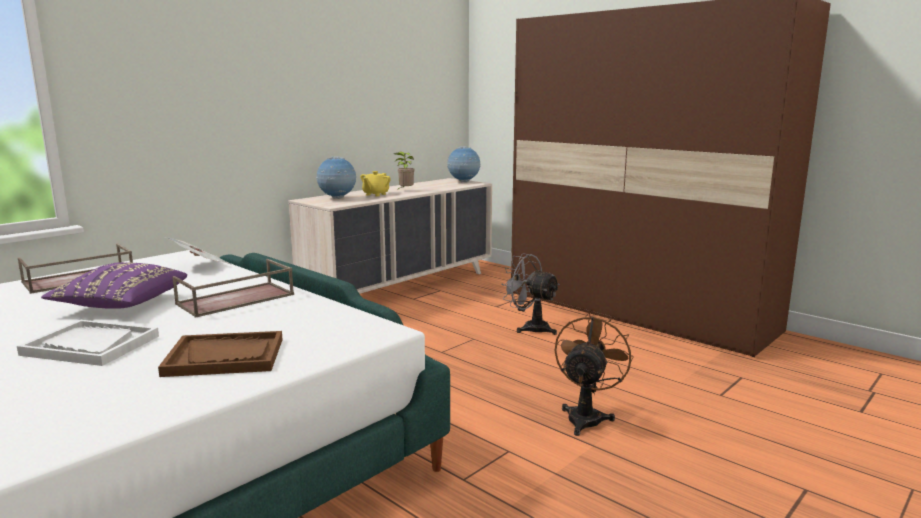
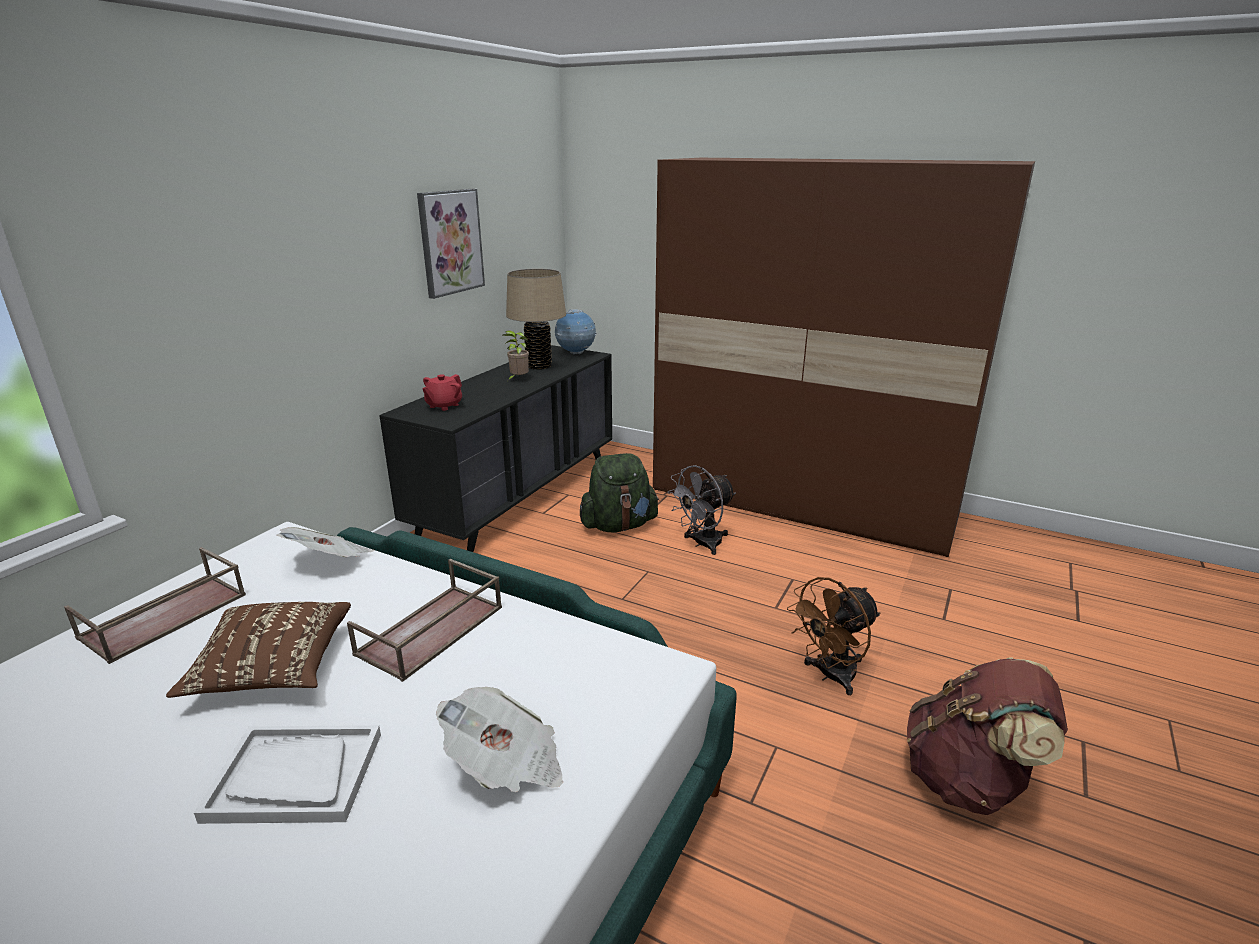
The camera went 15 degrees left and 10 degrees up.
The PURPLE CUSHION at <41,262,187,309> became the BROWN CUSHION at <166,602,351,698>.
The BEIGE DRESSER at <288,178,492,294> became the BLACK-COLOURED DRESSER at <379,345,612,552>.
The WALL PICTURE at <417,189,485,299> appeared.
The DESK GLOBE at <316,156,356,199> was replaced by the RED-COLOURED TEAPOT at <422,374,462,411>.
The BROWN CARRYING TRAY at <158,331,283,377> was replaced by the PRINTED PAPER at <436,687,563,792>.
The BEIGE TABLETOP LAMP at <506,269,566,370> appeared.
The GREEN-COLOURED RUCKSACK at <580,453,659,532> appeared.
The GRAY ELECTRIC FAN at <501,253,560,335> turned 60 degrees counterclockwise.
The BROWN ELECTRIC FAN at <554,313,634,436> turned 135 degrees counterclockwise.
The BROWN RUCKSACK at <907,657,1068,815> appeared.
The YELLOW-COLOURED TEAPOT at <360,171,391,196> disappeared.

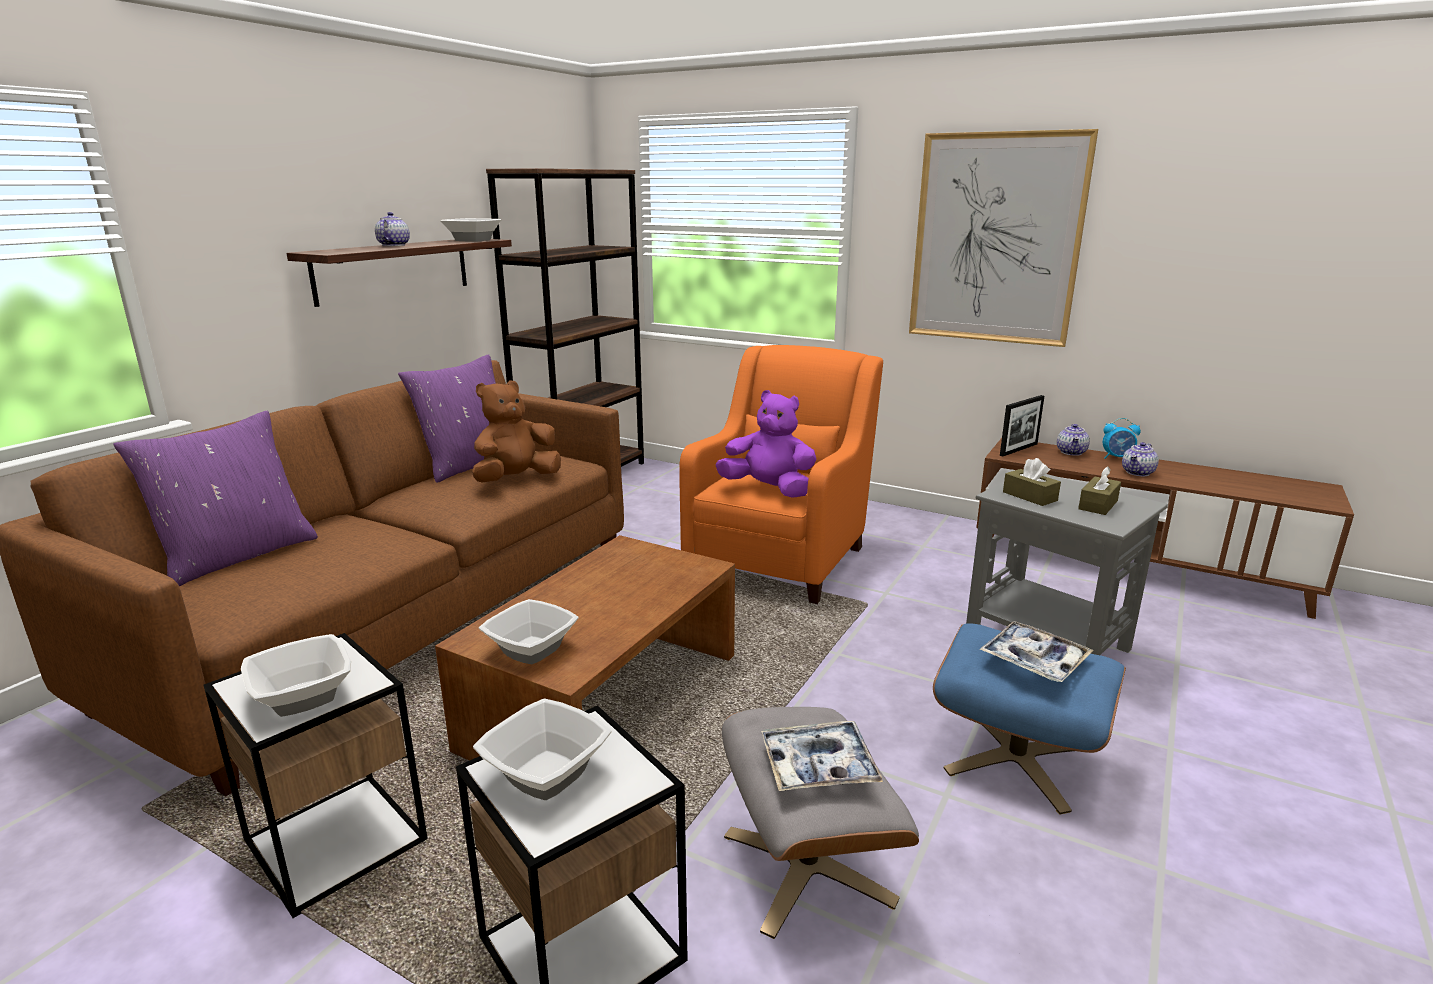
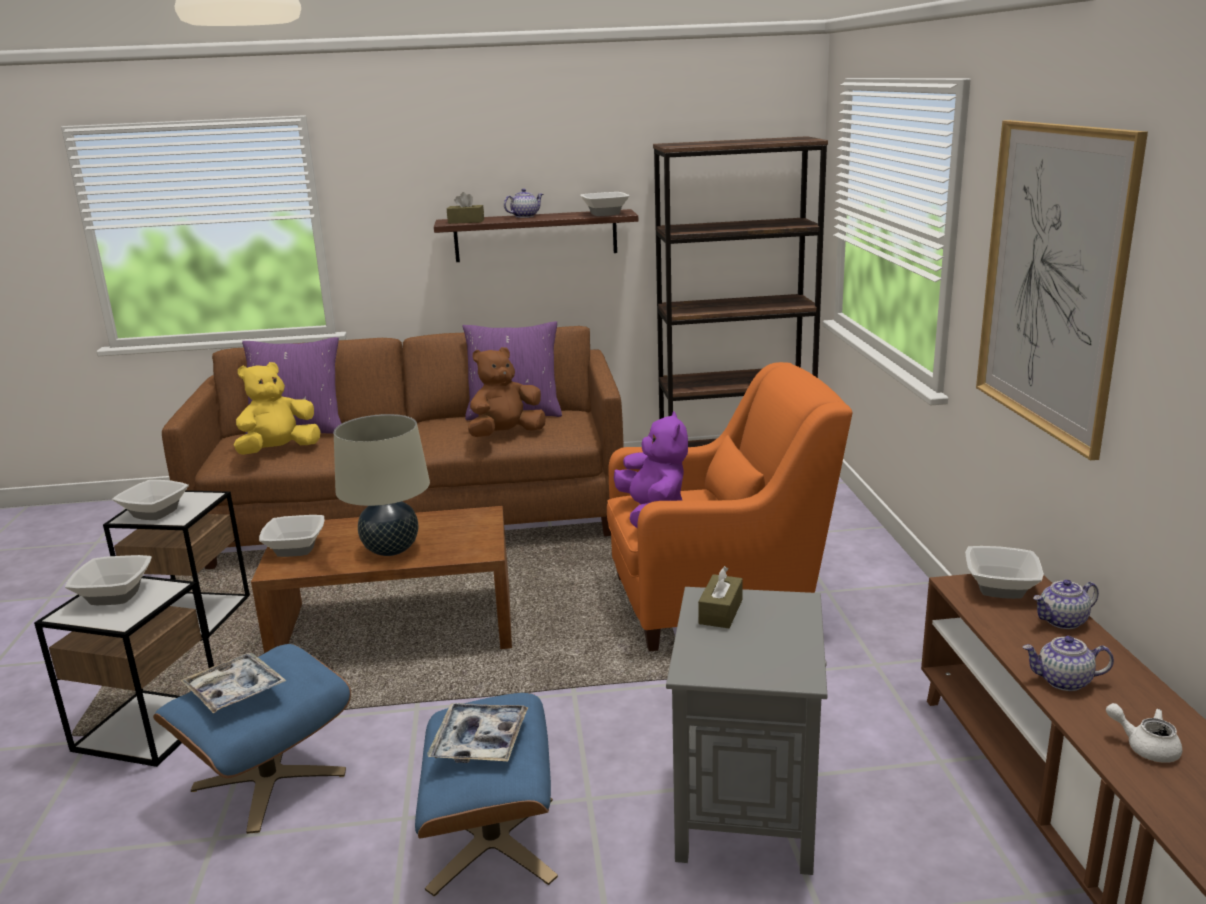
The camera went 55 degrees right and 0 degrees up.
The GRAY FOOTREST at <722,707,919,939> became the BLUISH FOOTREST at <153,644,351,834>.
The YELLOW-COLOURED SOFT TOY at <234,362,321,455> appeared.
The BEIGE TABLETOP LAMP at <334,414,430,556> appeared.
The BROWN TISSUE HOLDER moved from <1078,466,1121,515> to <447,192,484,224>.
The BROWN SOFT TOY at <472,380,561,482> turned 45 degrees counterclockwise.
The STANDING FRAME at <1000,395,1044,456> was replaced by the BOWL at <965,546,1044,599>.
The WHITISH TEAPOT at <1106,703,1182,763> appeared.
The BEDSIDE CLOCK at <1103,418,1141,459> disappeared.

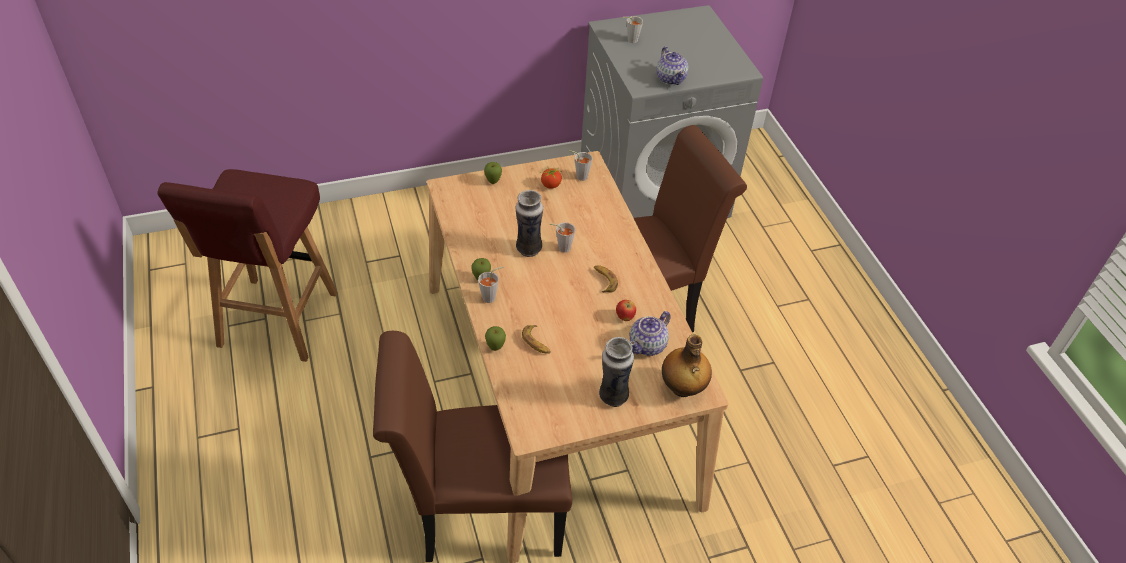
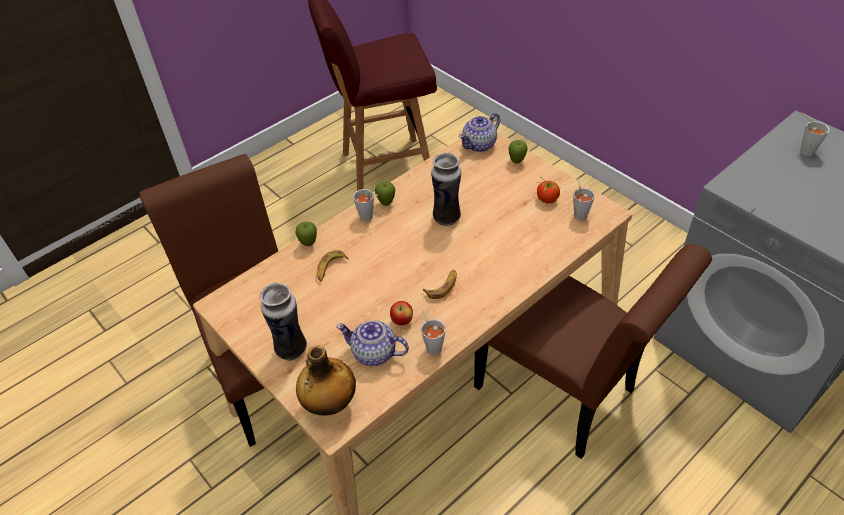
The camera went 70 degrees right and 0 degrees up.
The GRAY DRINKING CUP moved from <550,222,575,253> to <421,308,446,355>.
The TEAPOT moved from <656,47,688,85> to <459,113,500,152>.

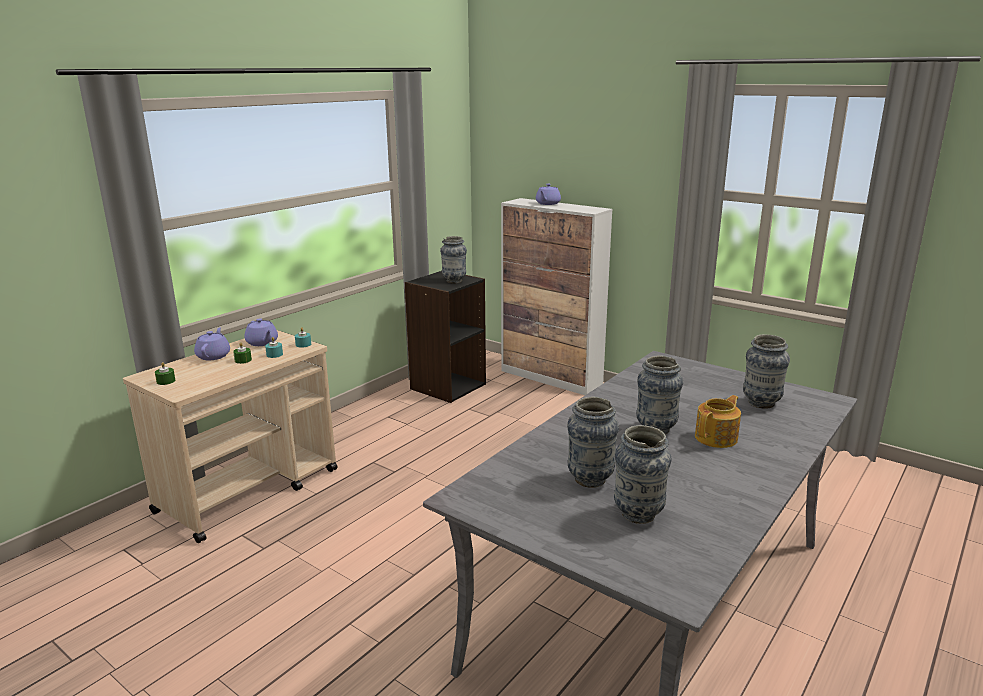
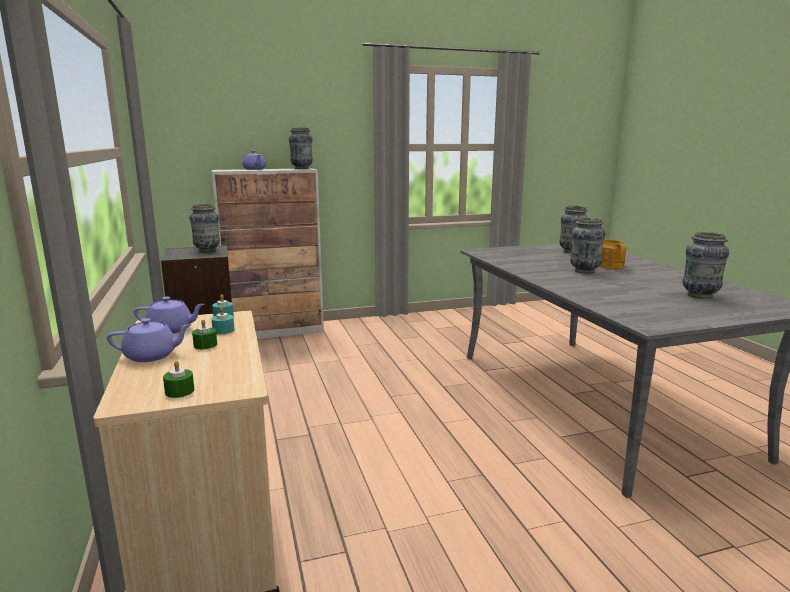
The camera went 55 degrees left and 5 degrees down.
The PURPLE TEAPOT at <194,327,230,360> turned 135 degrees clockwise.
The DECORATIVE VASE moved from <567,397,619,488> to <289,128,313,169>.

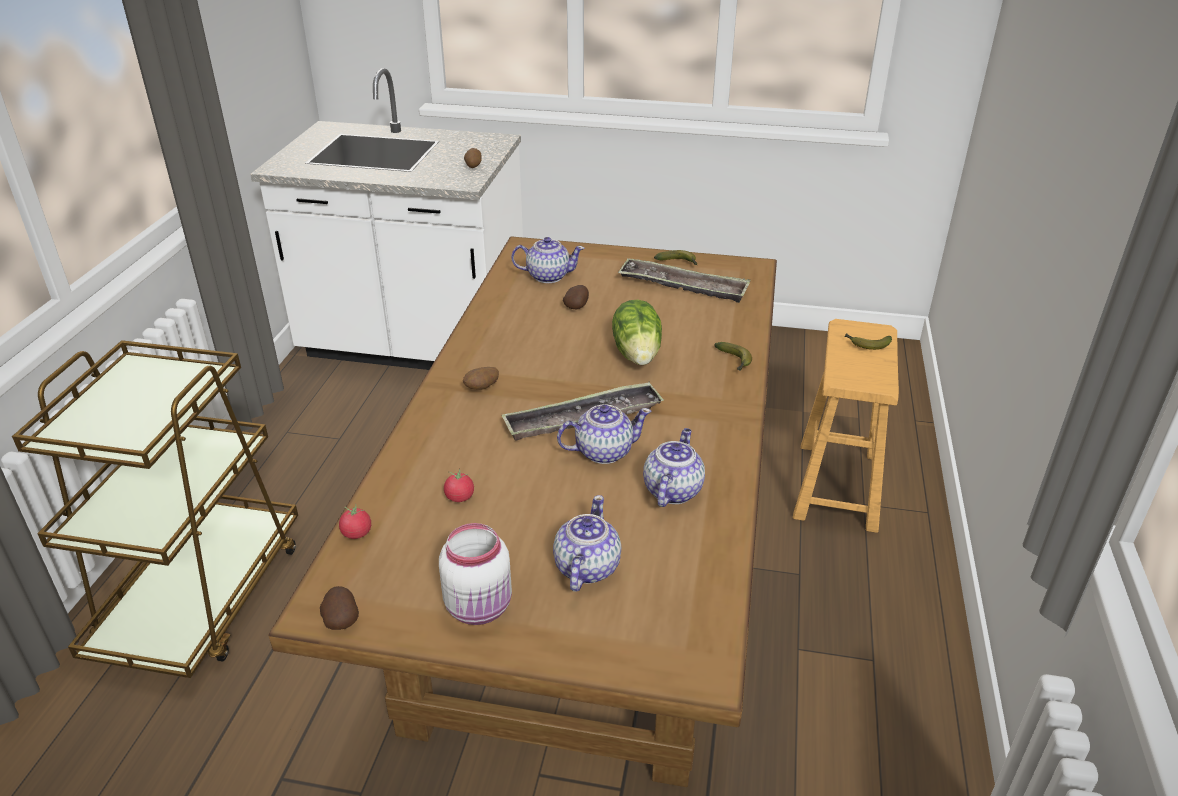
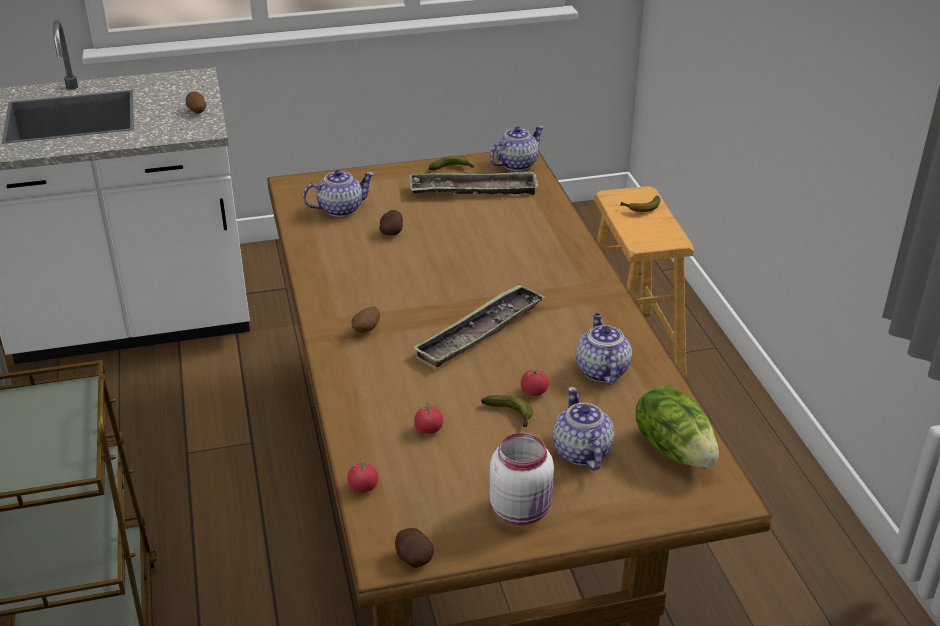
The camera went 25 degrees left and 0 degrees up.
The BANANA moved from <714,342,752,371> to <481,395,533,428>.
The TEAPOT moved from <557,404,651,464> to <490,126,544,171>.
The WHOLE TOMATO at <521,367,548,396> appeared.
The HEAD OF LETTUCE moved from <612,300,662,365> to <635,386,719,468>.

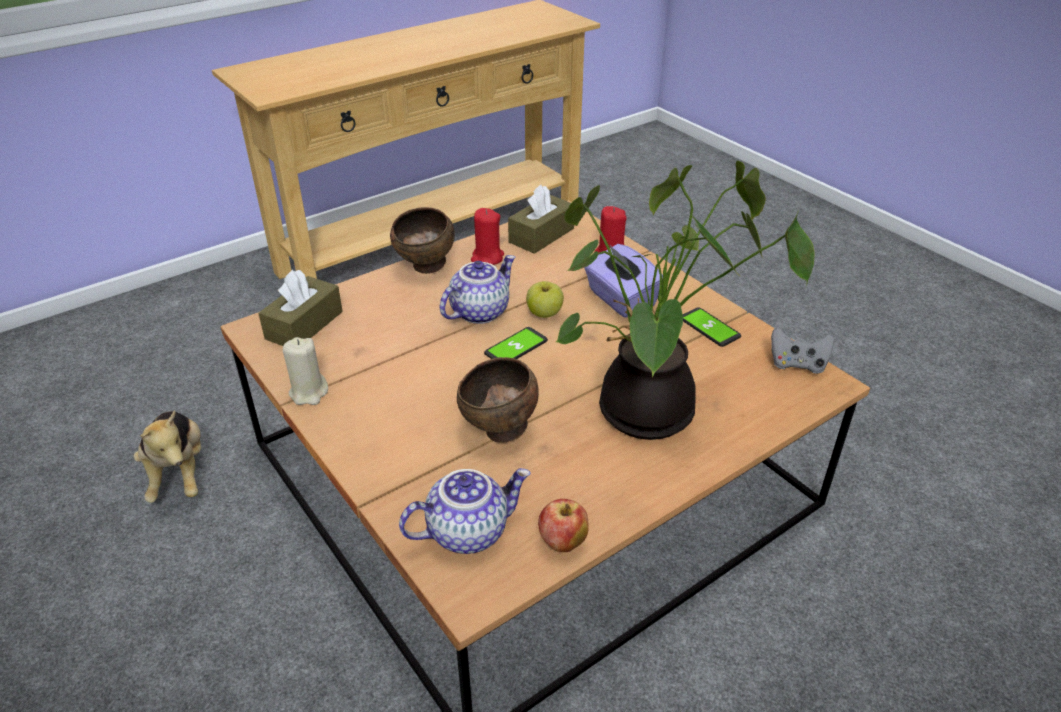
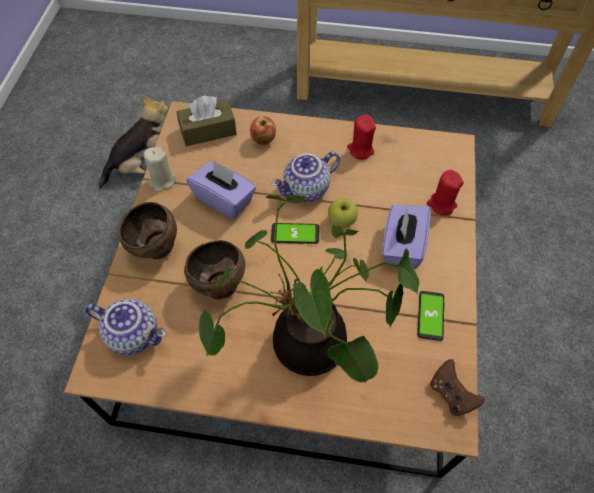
The camera went 45 degrees right and 20 degrees up.
The SOFT TOY at <133,410,201,503> turned 150 degrees counterclockwise.
The BROWN BOWL moved from <390,207,455,274> to <119,202,177,259>.
The PURPLE TISSUE HOLDER at <187,161,256,219> appeared.
The APPLE FRUIT moved from <538,499,589,552> to <250,116,276,145>.
The TEAPOT at <440,255,515,324> turned 150 degrees clockwise.
The GRAY GAMEPAD at <771,327,834,374> became the BROWN GAMEPAD at <430,359,485,416>.
The BROWN TISSUE HOLDER at <508,185,574,254> disappeared.

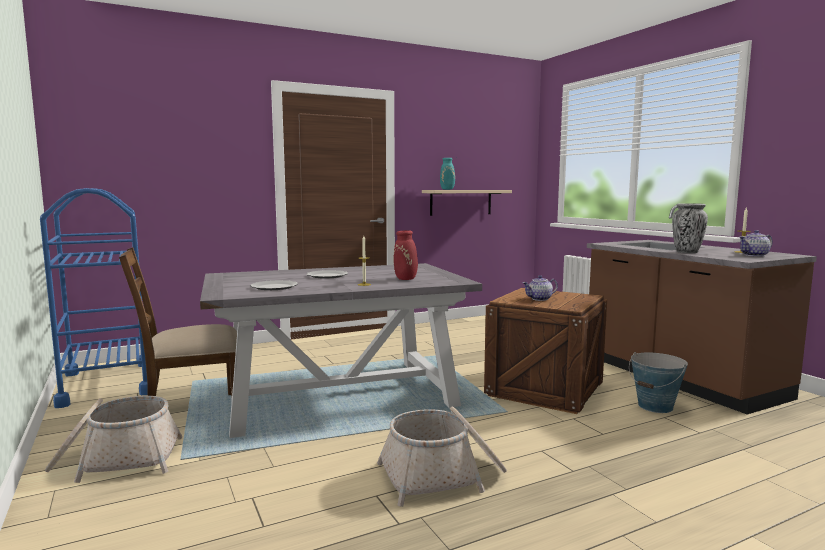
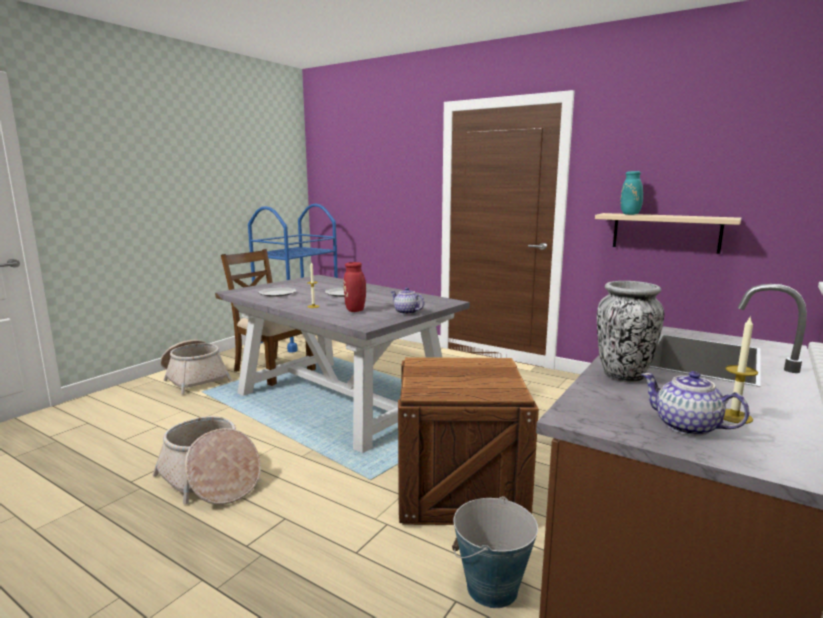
The camera went 60 degrees right and 5 degrees up.
The TEAPOT moved from <523,275,558,301> to <391,287,425,315>.

